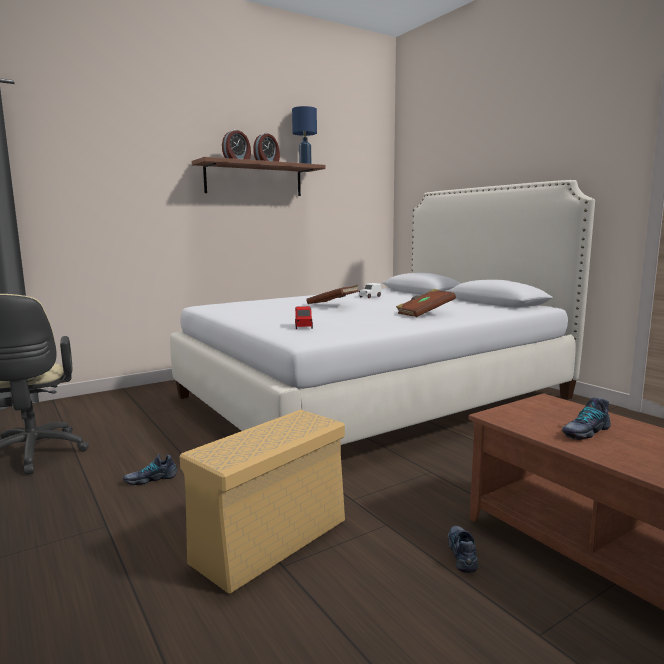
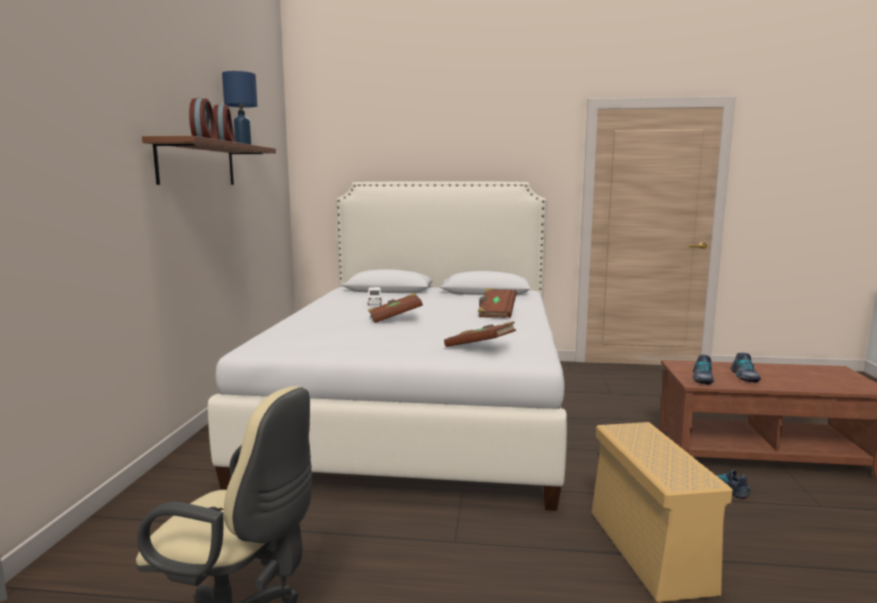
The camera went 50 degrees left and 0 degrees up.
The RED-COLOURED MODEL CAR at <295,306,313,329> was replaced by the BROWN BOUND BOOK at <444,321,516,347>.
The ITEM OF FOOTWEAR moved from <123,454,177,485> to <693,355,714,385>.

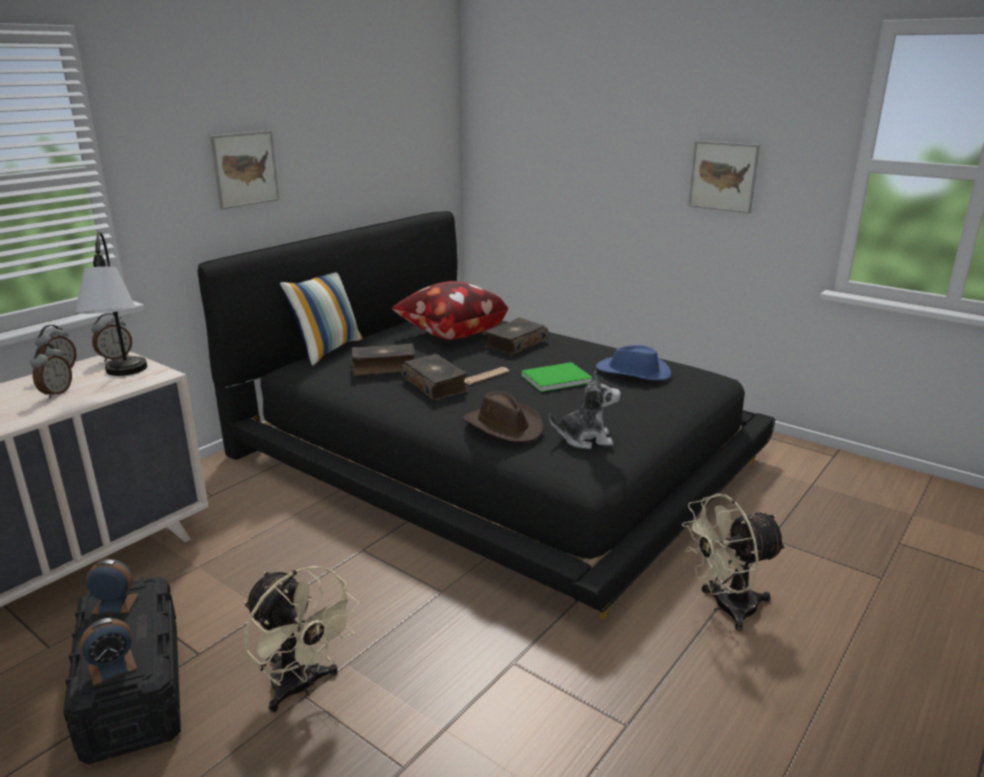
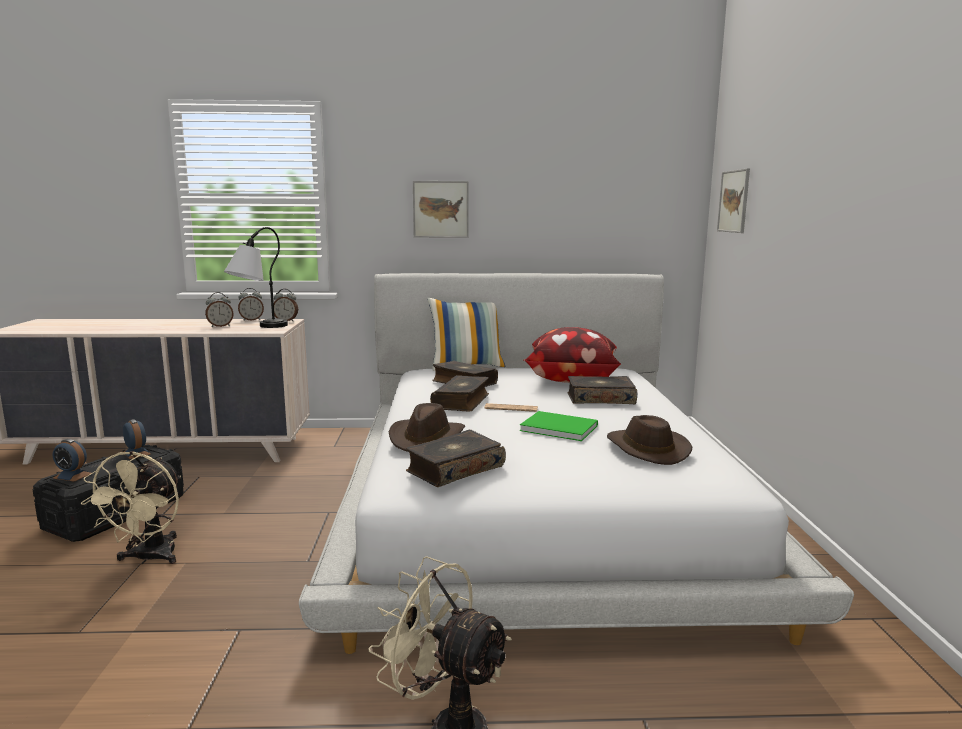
The camera went 50 degrees right and 10 degrees down.
The BLACK-COLOURED BED at <198,211,775,619> became the WHITISH BED at <299,273,854,654>.
The SOFT TOY at <549,371,621,449> was replaced by the BOUND BOOK at <406,430,506,487>.
The BLUISH CLOTHING HAT at <596,345,671,381> became the BROWN CLOTHING HAT at <607,415,692,465>.
The WALL PICTURE moved from <689,141,760,214> to <717,168,750,233>.

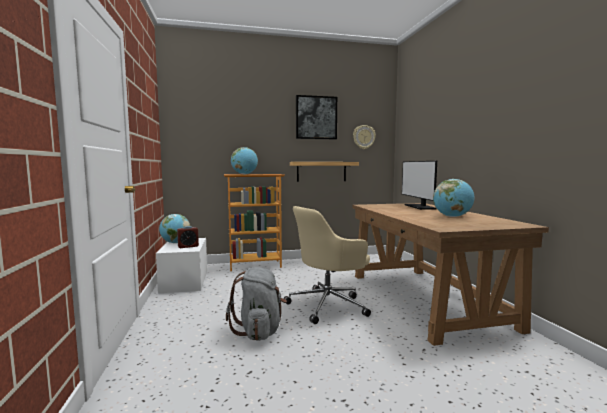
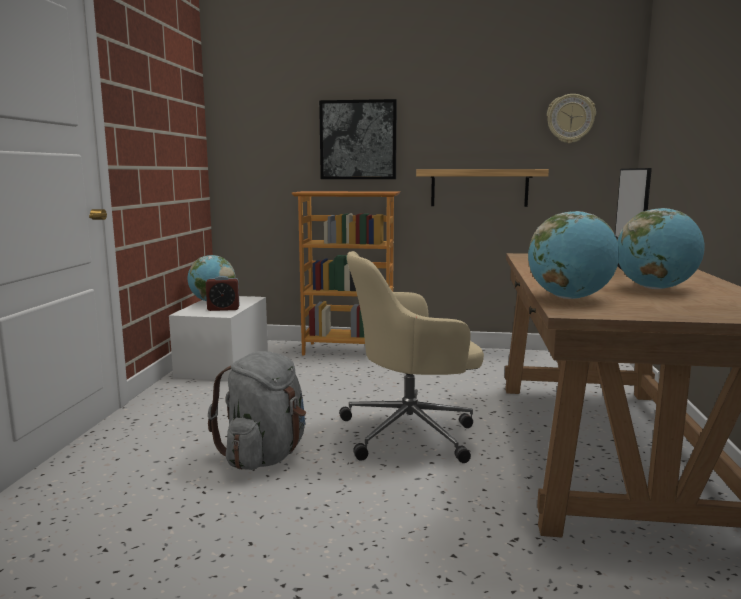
The camera went 20 degrees right and 5 degrees up.
The WALL PICTURE moved from <296,95,337,139> to <319,99,397,179>.
The DESK GLOBE moved from <231,147,258,174> to <528,211,619,299>.

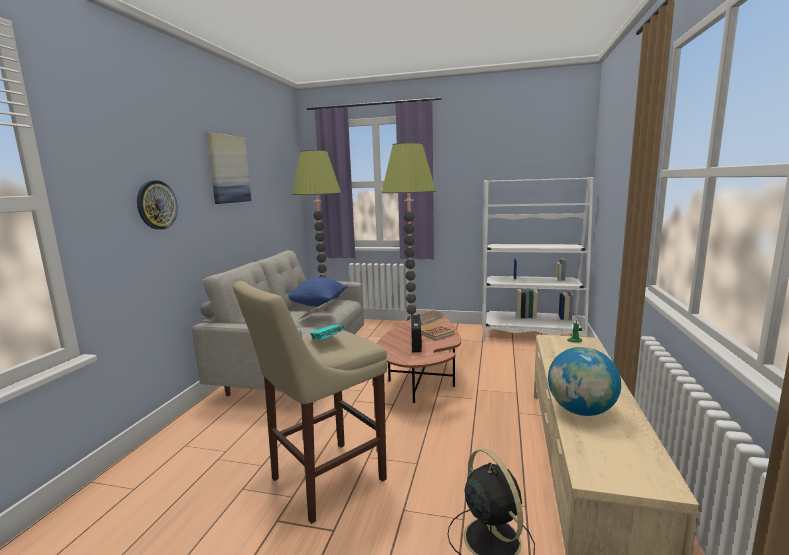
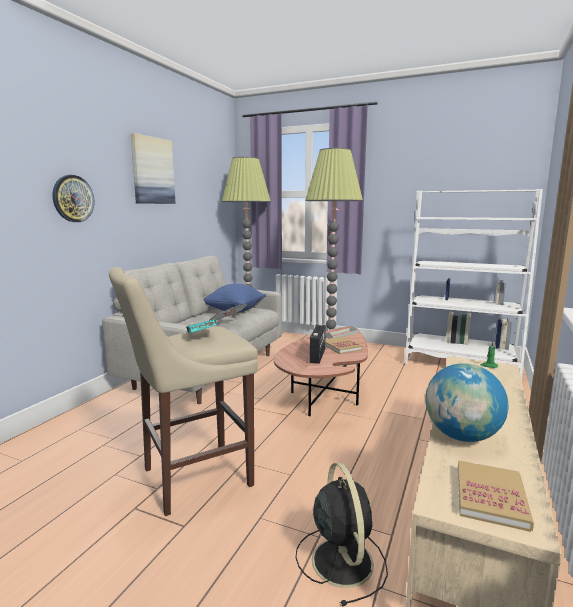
The camera went 10 degrees right and 0 degrees up.
The BOUND BOOK at <458,460,534,532> appeared.

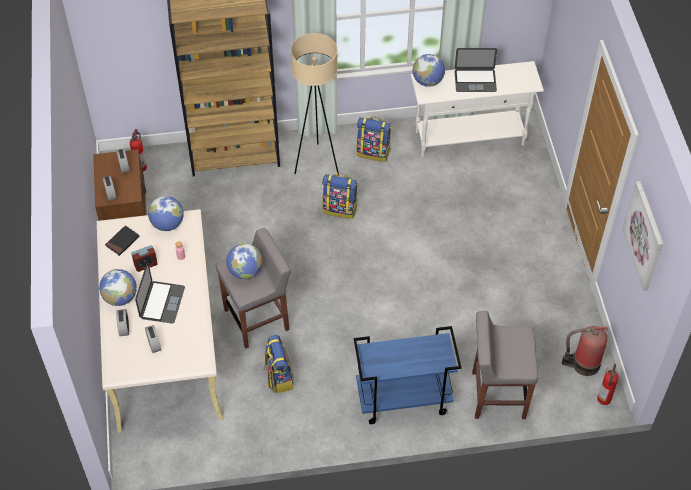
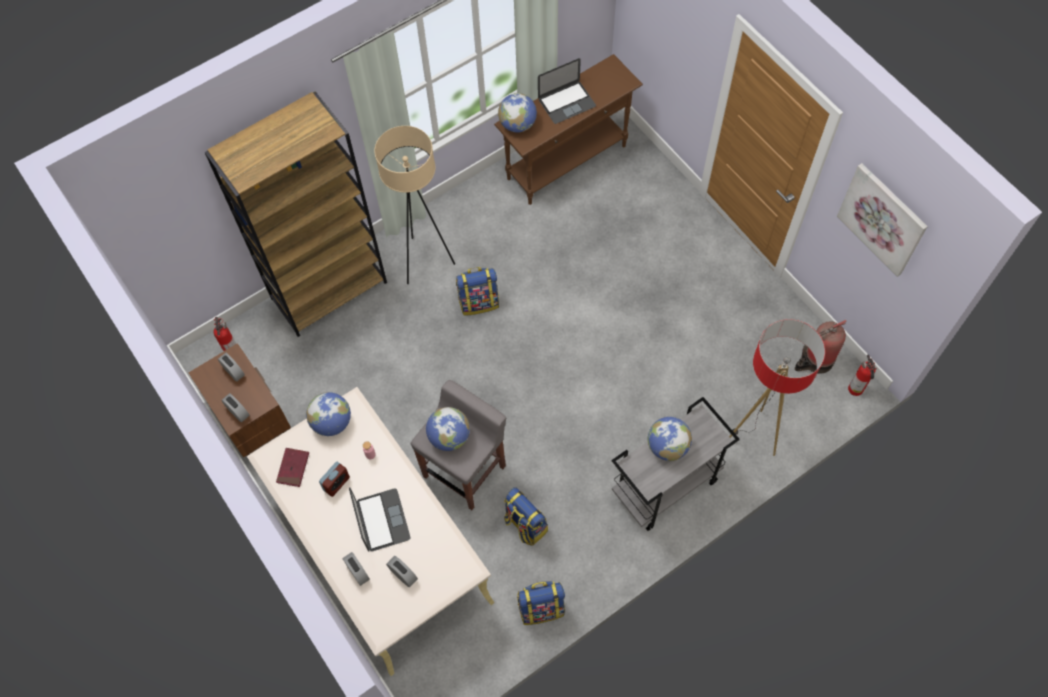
The camera went 25 degrees left and 10 degrees up.
The BLACK-COLOURED BOUND BOOK at <105,225,140,256> became the RED-COLOURED BOUND BOOK at <276,448,309,487>.
The WHITISH HALL TABLE at <411,61,544,157> became the BROWN HALL TABLE at <494,54,643,205>.
The RUCKSACK moved from <357,116,391,162> to <517,581,565,625>.
The BLUISH WHEELED CART at <354,326,462,424> became the GRAY WHEELED CART at <612,397,740,531>.
The DESK GLOBE moved from <99,269,137,306> to <648,417,692,461>.
The GRAY STOOL at <472,311,538,419> was replaced by the STANDING LAMP at <729,319,825,456>.

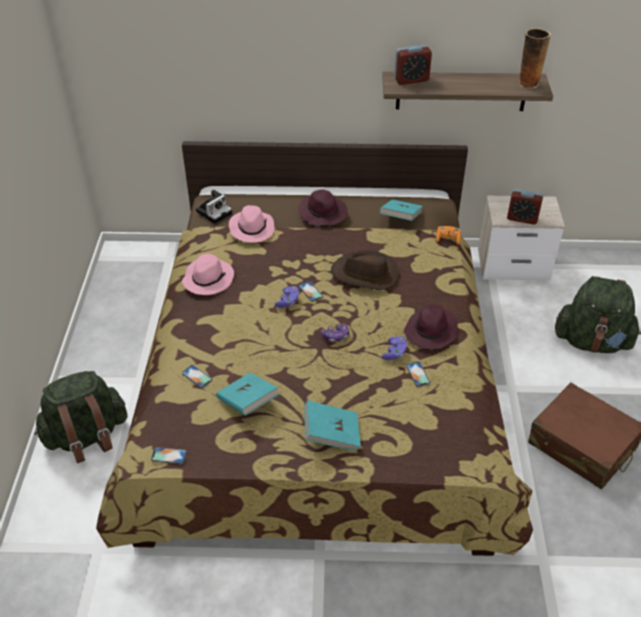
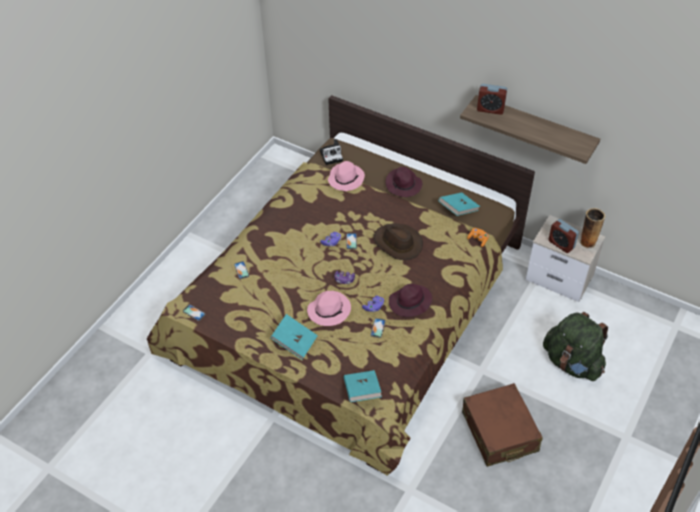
The camera went 30 degrees right and 5 degrees up.
The PINKISH CLOTHING HAT moved from <182,254,234,295> to <307,291,351,326>.
The BLUE-GREEN BOUND BOOK moved from <216,373,280,416> to <344,370,382,402>.
The DECORATIVE VASE moved from <519,28,551,89> to <580,208,605,249>.
The GREEN-COLOURED RUCKSACK at <34,371,128,463> disappeared.

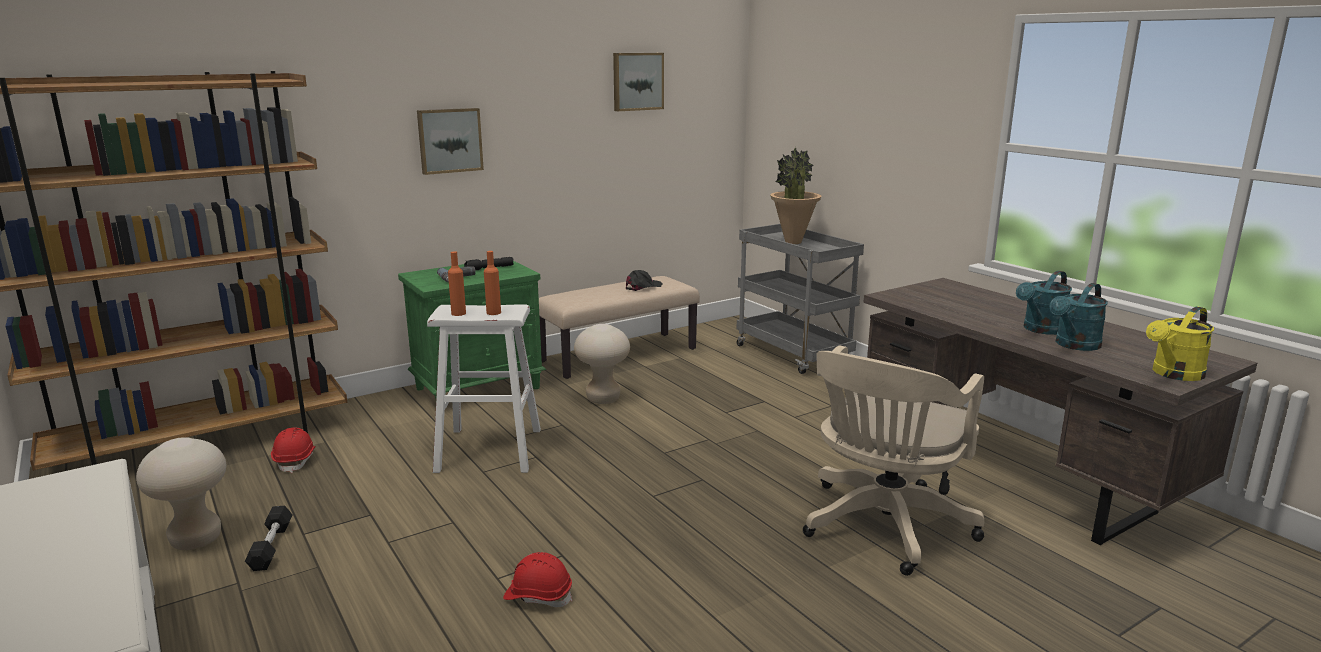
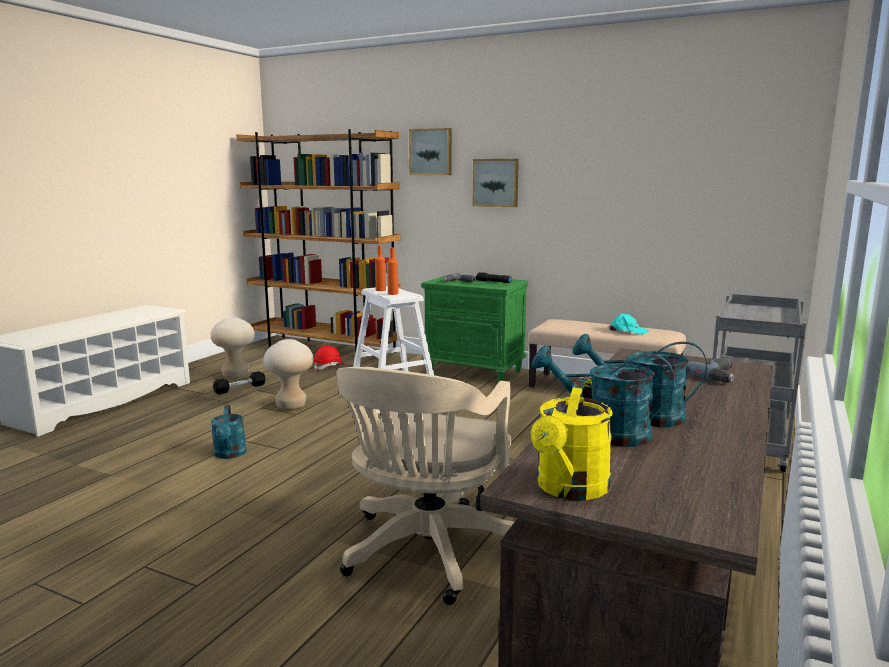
The camera went 60 degrees right and 5 degrees down.
The RED-COLOURED WORK HELMET at <503,552,573,607> was replaced by the BLUE-GREEN SPRINKLING CAN at <211,405,247,459>.
The BEIGE STOOL moved from <574,324,630,404> to <263,339,313,410>.
The BEIGE OFFICE CHAIR at <803,345,984,576> turned 75 degrees counterclockwise.
The WALL PICTURE moved from <613,53,664,111> to <409,128,452,175>.
The YELLOW-COLOURED SPRINKLING CAN at <1146,306,1214,381> turned 90 degrees counterclockwise.
The BLACK-COLOURED PEAKED CAP at <626,270,662,291> became the BLUE-GREEN PEAKED CAP at <609,313,649,335>.
The ELECTRIC DRILL at <686,357,735,383> appeared.
The POTTED PLANT at <770,147,822,244> disappeared.

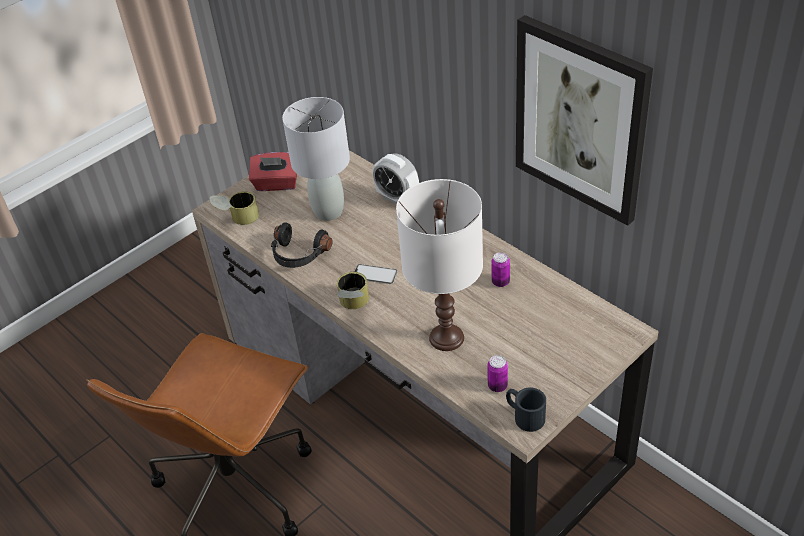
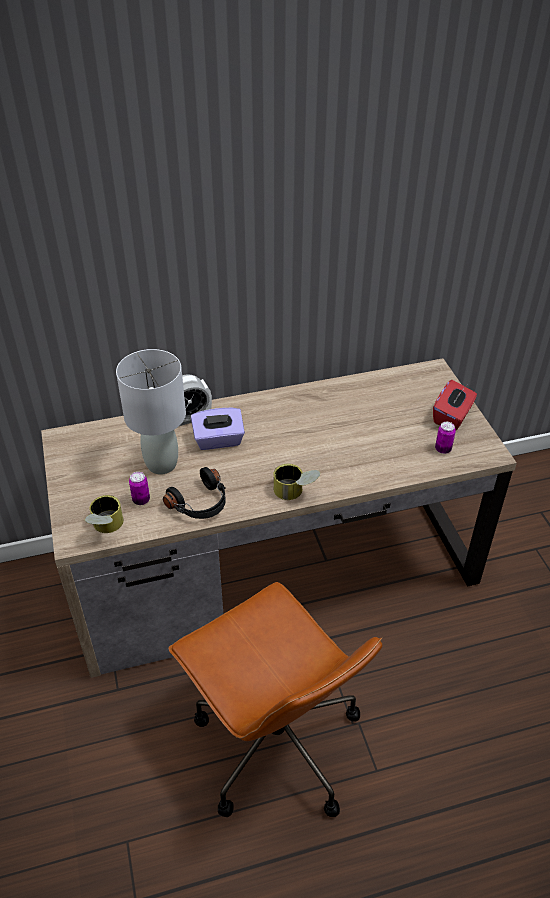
The camera went 65 degrees left and 0 degrees up.
The CAN moved from <491,252,510,287> to <129,472,150,505>.
The PURPLE TISSUE HOLDER at <191,408,245,450> appeared.
The RED-COLOURED TISSUE HOLDER moved from <249,152,297,191> to <433,380,477,430>.
The TELEPHONE at <355,264,397,284> disappeared.
The WHITISH TABLETOP LAMP at <396,179,483,351> disappeared.
The BLACK-COLOURED MUG at <506,387,546,432> disappeared.
The WALL PICTURE at <516,15,653,226> disappeared.

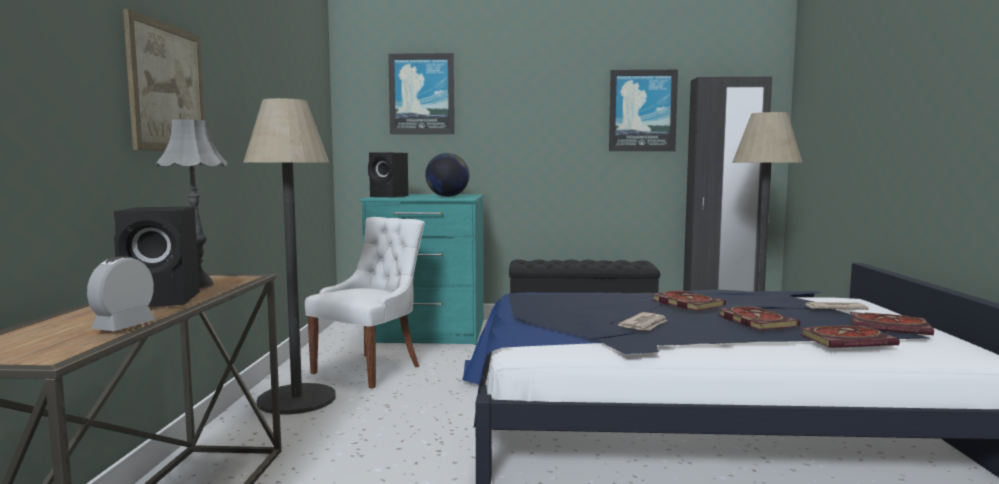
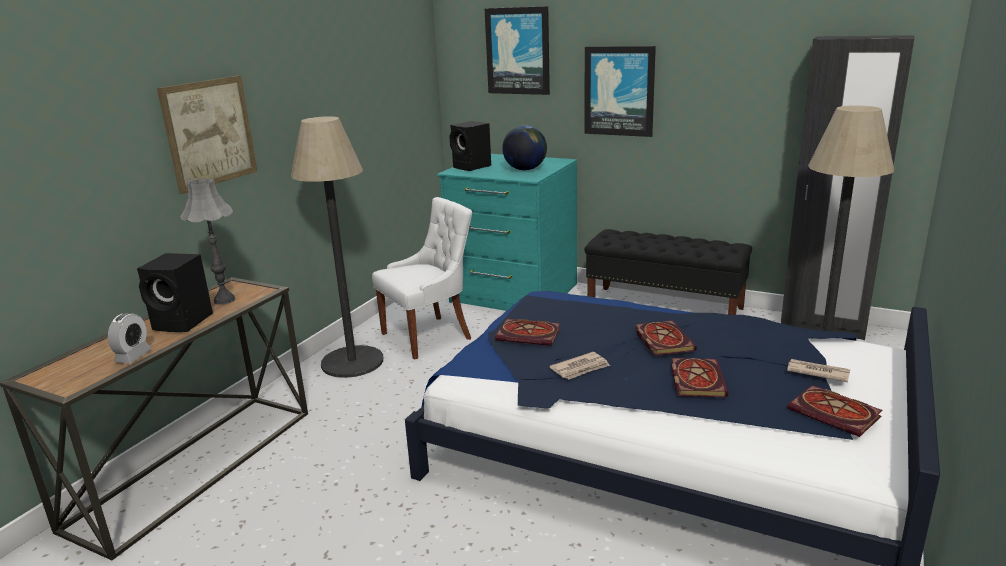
The camera went 25 degrees right and 15 degrees up.
The BEDSIDE CLOCK at <87,256,156,331> turned 150 degrees clockwise.
The BOUND BOOK moved from <799,325,900,348> to <495,319,561,346>.
The WALL PICTURE moved from <609,70,678,151> to <585,46,656,137>.

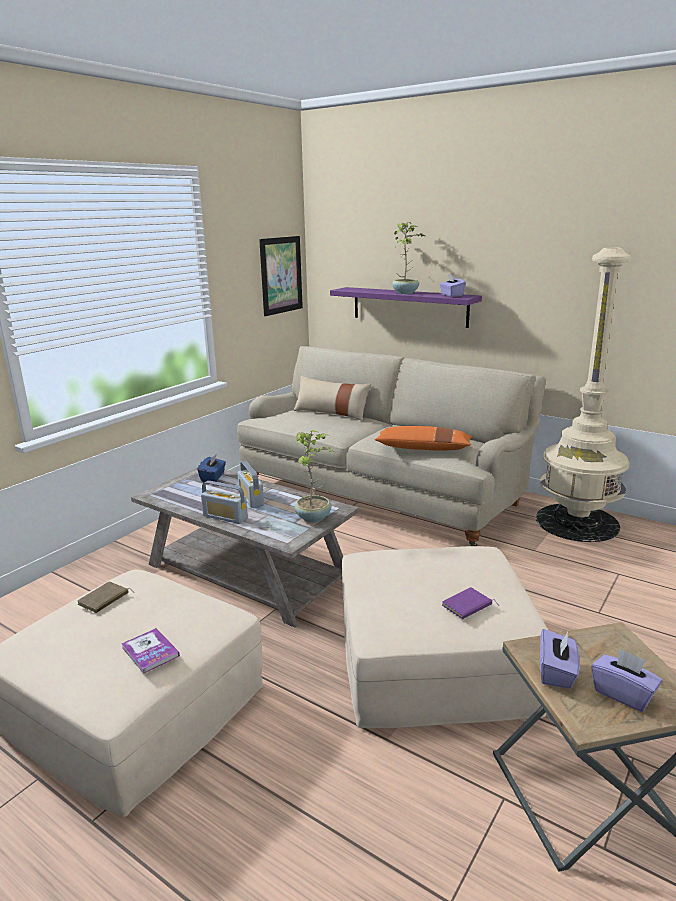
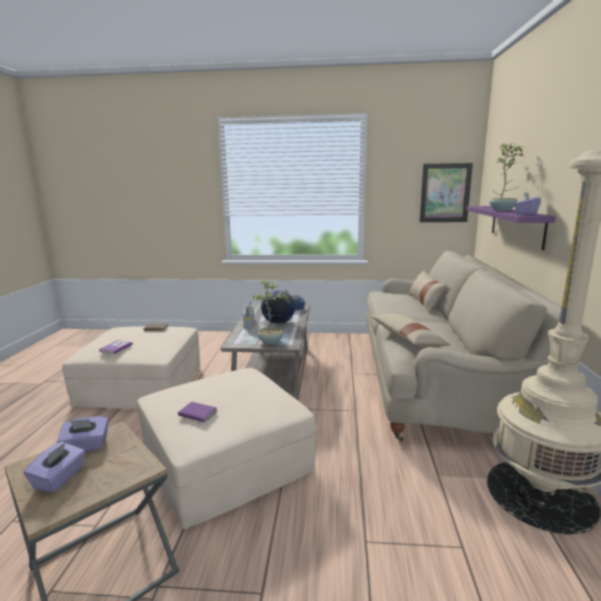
The camera went 60 degrees right and 5 degrees down.
The RADIO at <237,461,264,508> was replaced by the DESK GLOBE at <261,290,295,324>.
The ORANGEY CUSHION at <375,426,472,451> became the BEIGE CUSHION at <371,314,451,348>.

